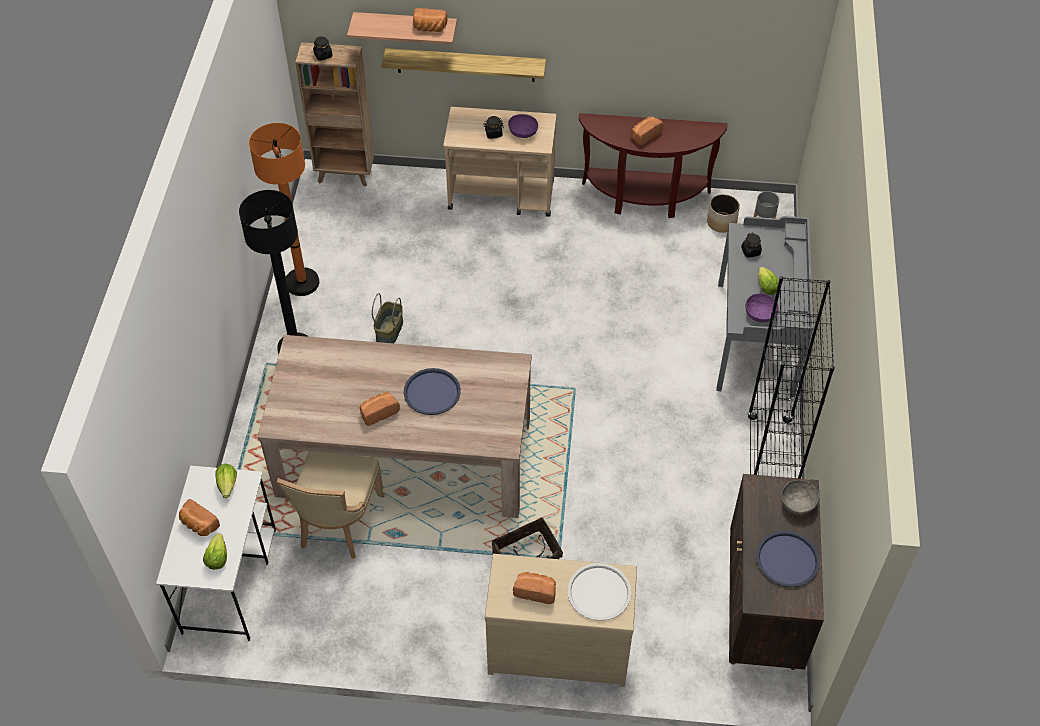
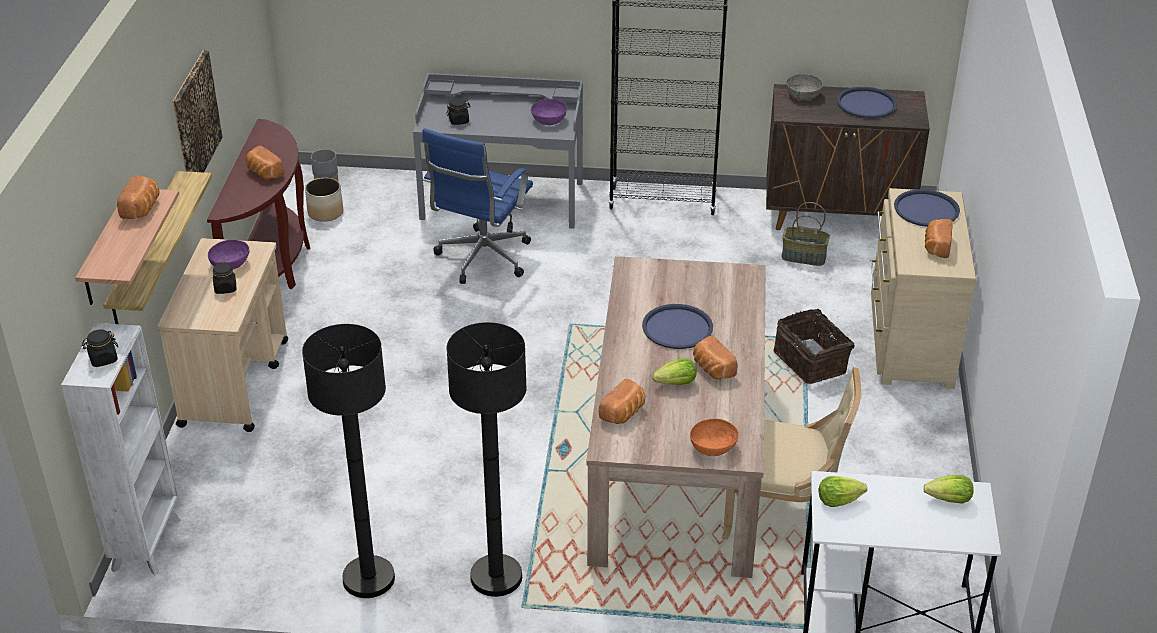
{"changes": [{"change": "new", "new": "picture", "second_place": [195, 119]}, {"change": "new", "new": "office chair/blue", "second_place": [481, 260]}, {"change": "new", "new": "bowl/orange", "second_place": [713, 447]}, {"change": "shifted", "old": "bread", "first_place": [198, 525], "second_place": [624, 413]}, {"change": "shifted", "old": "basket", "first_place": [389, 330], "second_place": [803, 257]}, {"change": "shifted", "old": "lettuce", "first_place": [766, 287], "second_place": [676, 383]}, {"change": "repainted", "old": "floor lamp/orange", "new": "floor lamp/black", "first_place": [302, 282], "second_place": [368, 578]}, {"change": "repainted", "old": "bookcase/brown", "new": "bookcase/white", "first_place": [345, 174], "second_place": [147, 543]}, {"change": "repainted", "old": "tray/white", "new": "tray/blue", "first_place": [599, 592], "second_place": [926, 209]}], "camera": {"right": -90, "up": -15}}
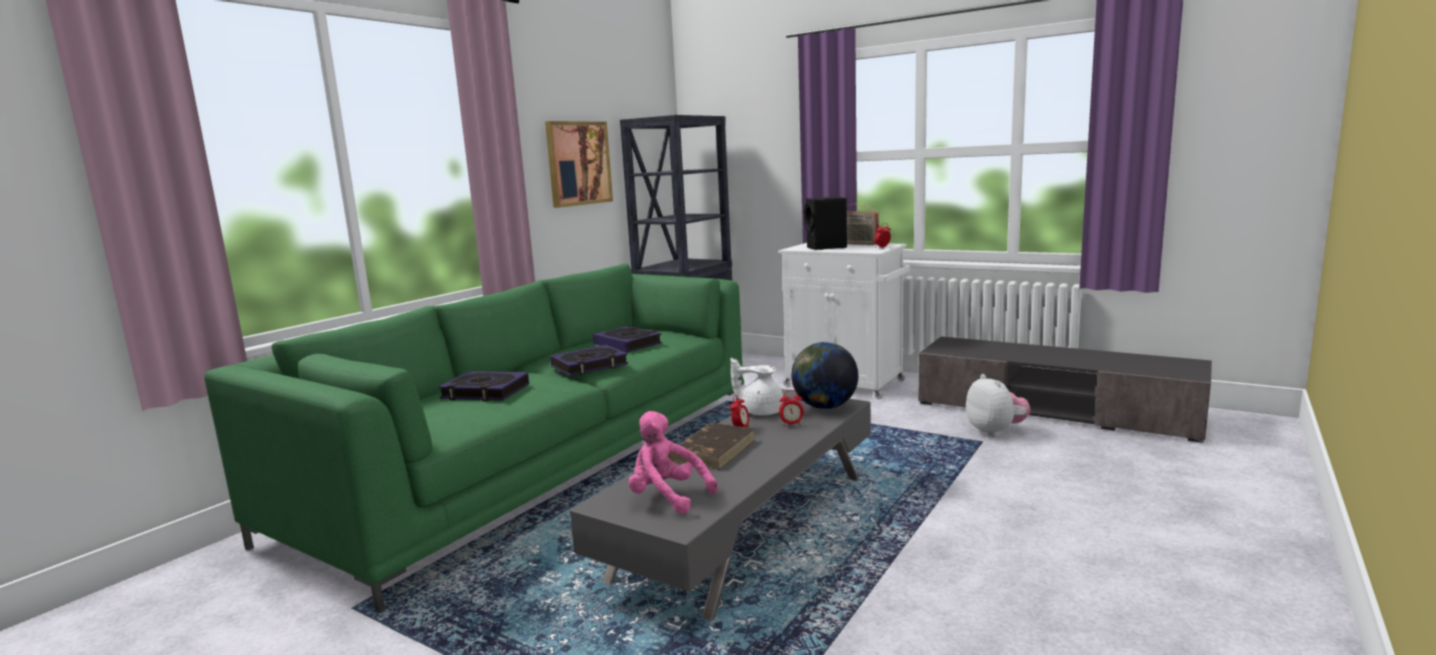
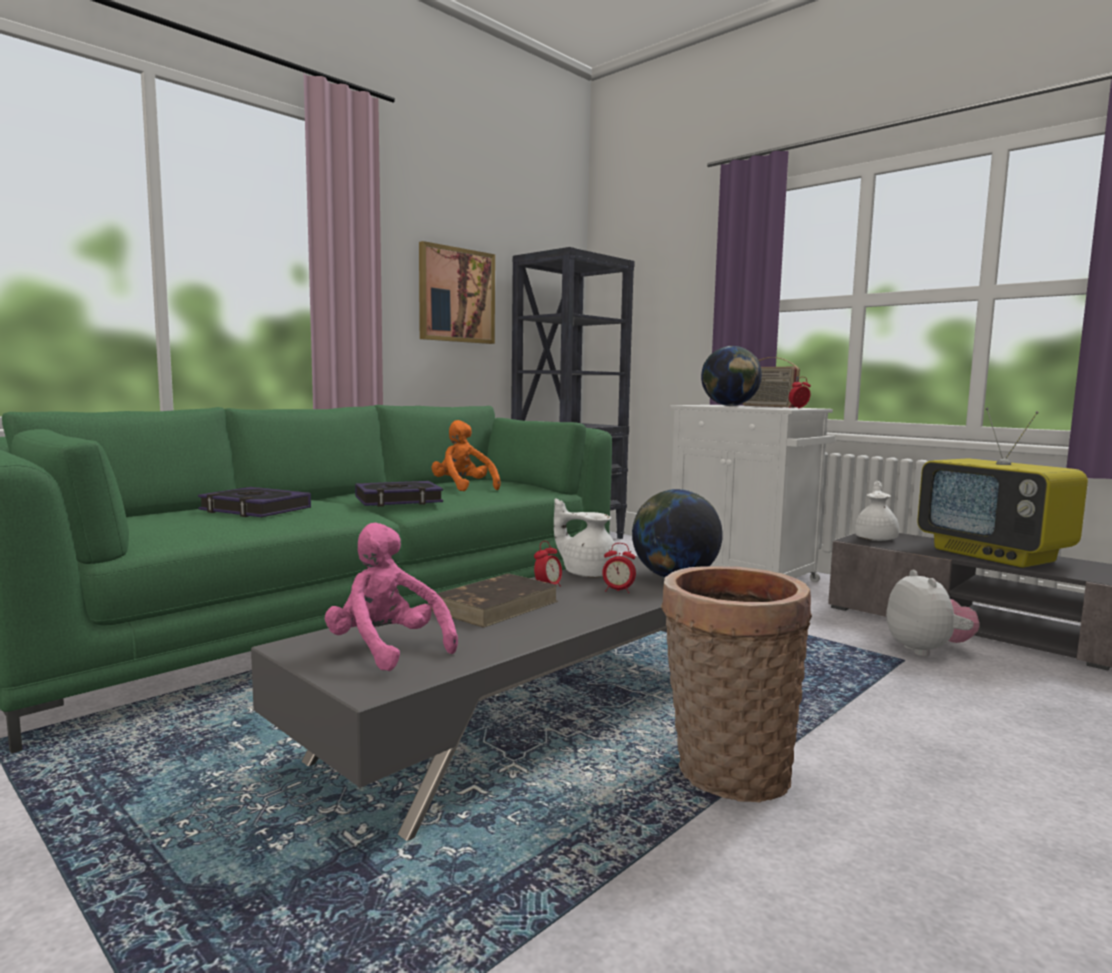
{"changes": [{"change": "new", "new": "basket", "second_place": [725, 772]}, {"change": "new", "new": "teapot/white", "second_place": [876, 539]}, {"change": "new", "new": "television", "second_place": [995, 555]}, {"change": "swapped", "old": "book", "new": "plush toy/orange", "first_place": [627, 344], "second_place": [463, 488]}, {"change": "swapped", "old": "speaker/black", "new": "globe", "first_place": [826, 247], "second_place": [729, 406]}], "camera": {"right": 10, "up": -5}}
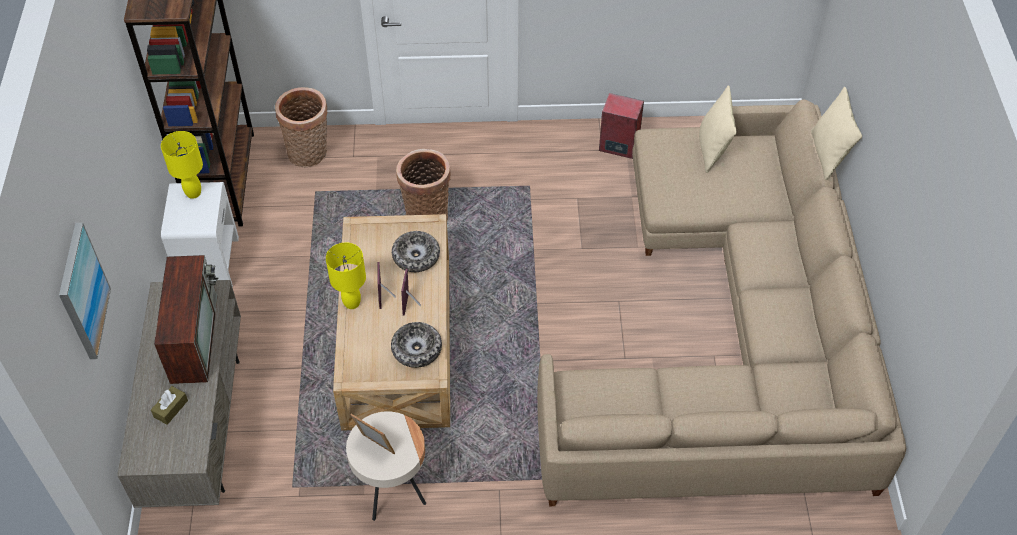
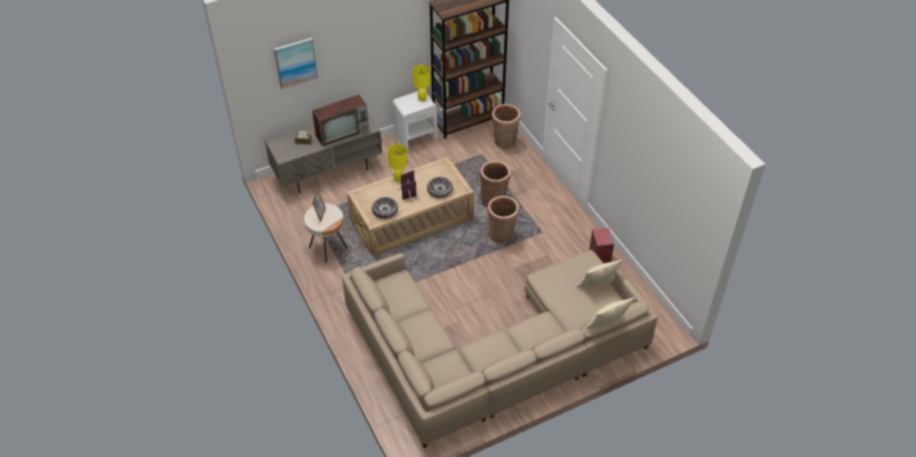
{"changes": [{"change": "new", "new": "basket", "second_place": [502, 236]}], "camera": {"right": 65, "up": -5}}
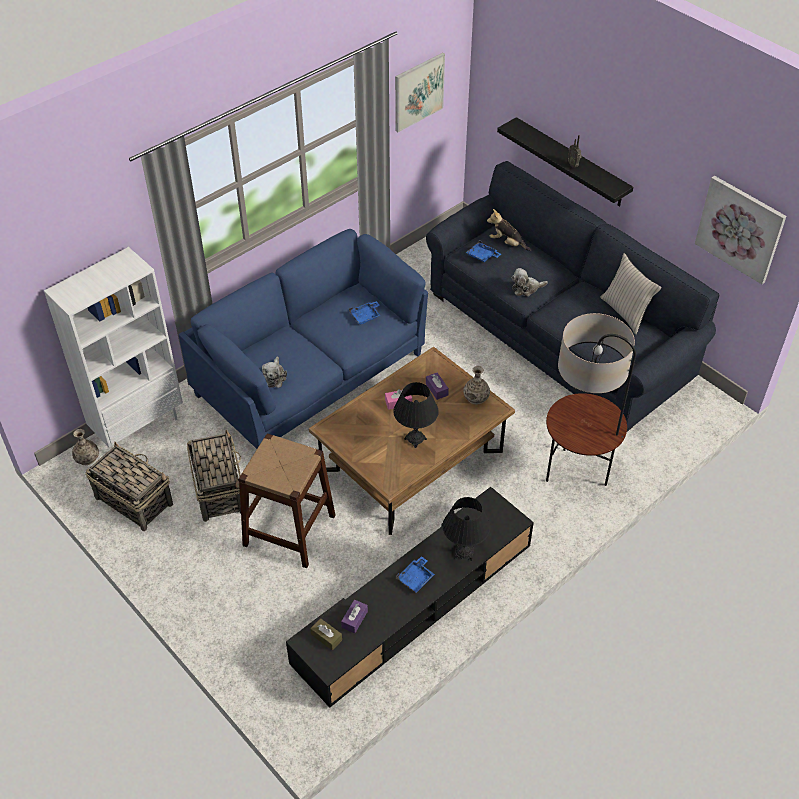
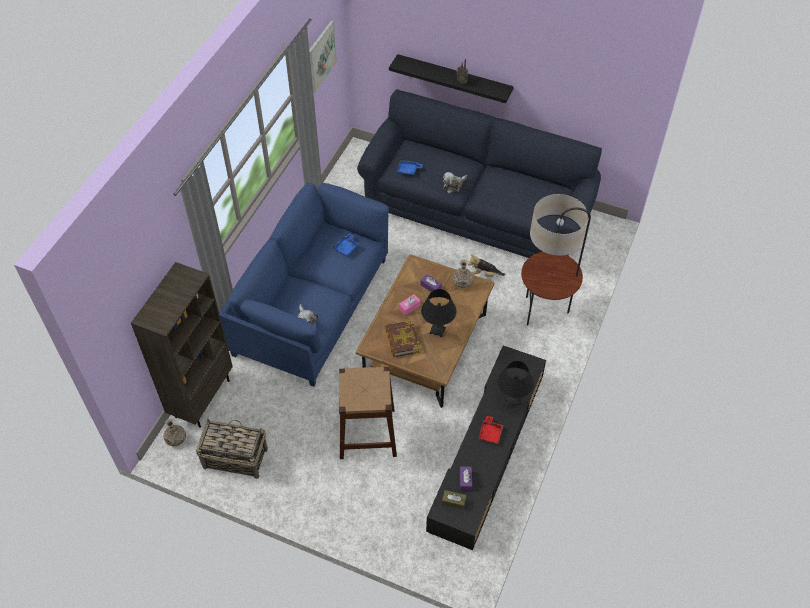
{"changes": [{"change": "gone", "old": "basket", "first_place": [219, 489]}, {"change": "gone", "old": "pillow/beige", "first_place": [625, 312]}, {"change": "gone", "old": "picture", "first_place": [740, 229]}, {"change": "new", "new": "book", "second_place": [402, 340]}, {"change": "shifted", "old": "plush toy", "first_place": [507, 243], "second_place": [484, 274]}, {"change": "repainted", "old": "bookcase/white", "new": "bookcase/brown", "first_place": [138, 426], "second_place": [202, 398]}, {"change": "repainted", "old": "tray/blue", "new": "tray/red", "first_place": [416, 578], "second_place": [490, 433]}], "camera": {"right": -25, "up": 5}}
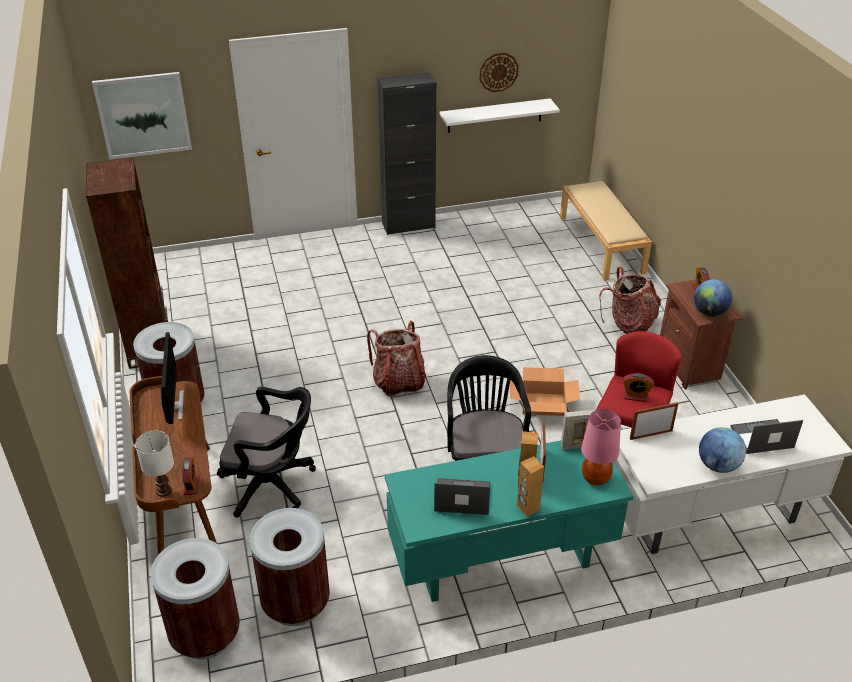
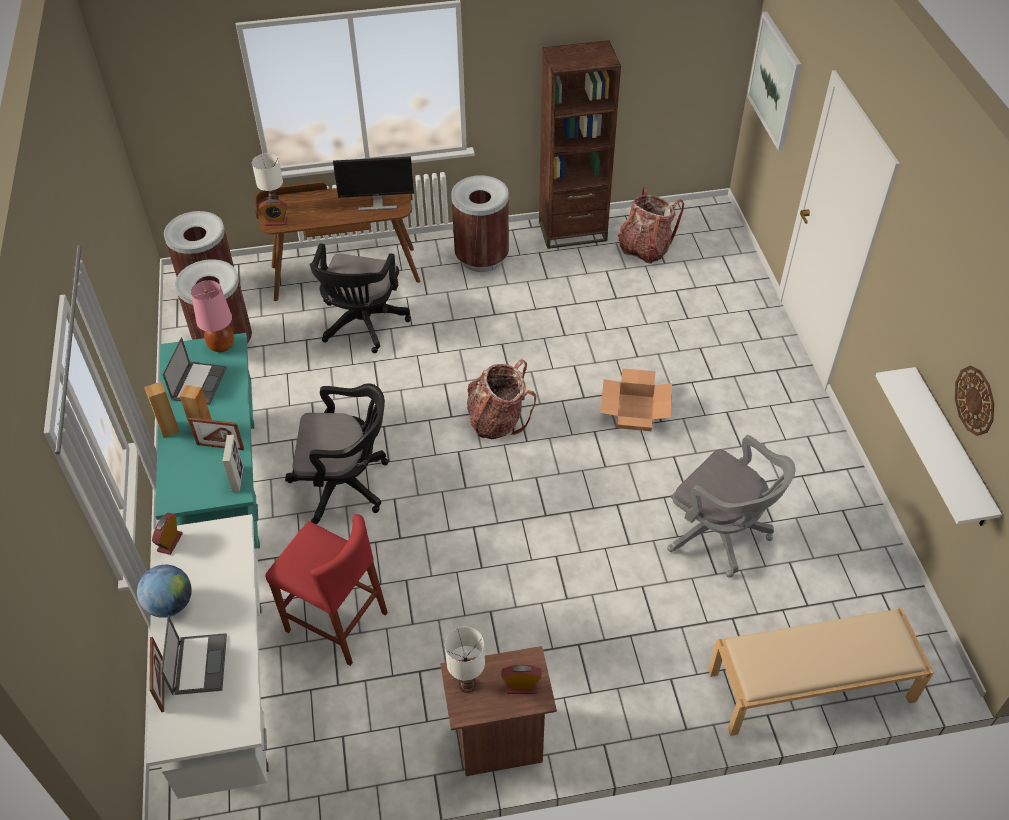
{"changes": [{"change": "gone", "old": "cabinet/black", "first_place": [408, 225]}, {"change": "new", "new": "office chair/grey", "second_place": [720, 535]}, {"change": "shifted", "old": "cardboard box", "first_place": [543, 404], "second_place": [634, 412]}, {"change": "shifted", "old": "table lamp/pink", "first_place": [596, 478], "second_place": [221, 346]}, {"change": "shifted", "old": "backpack", "first_place": [629, 324], "second_place": [645, 248]}, {"change": "shifted", "old": "alarm clock", "first_place": [635, 396], "second_place": [170, 542]}, {"change": "shifted", "old": "picture frame", "first_place": [651, 434], "second_place": [162, 685]}, {"change": "swapped", "old": "globe", "new": "table lamp/white", "first_place": [709, 312], "second_place": [467, 685]}], "camera": {"right": 95, "up": 10}}
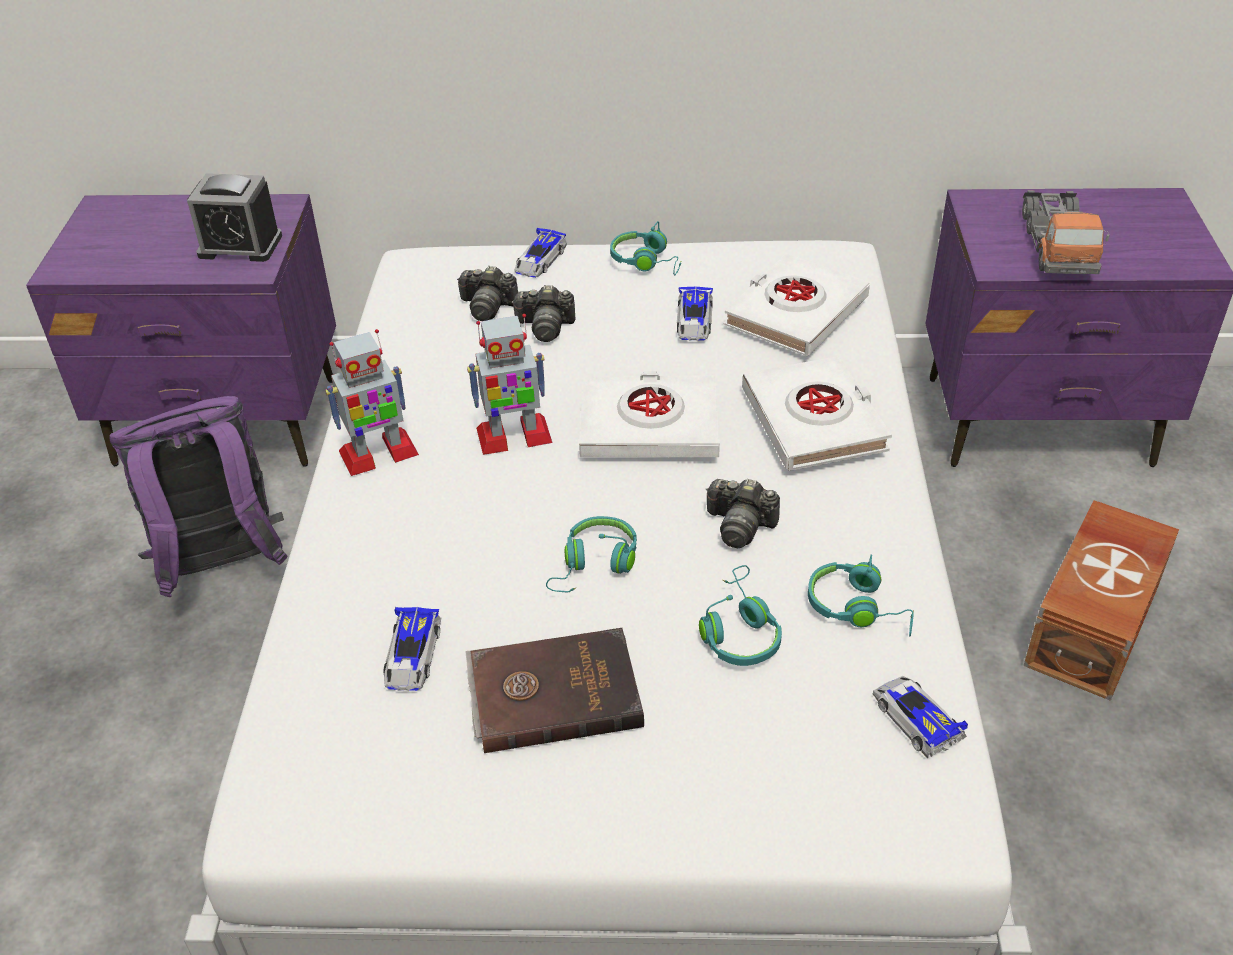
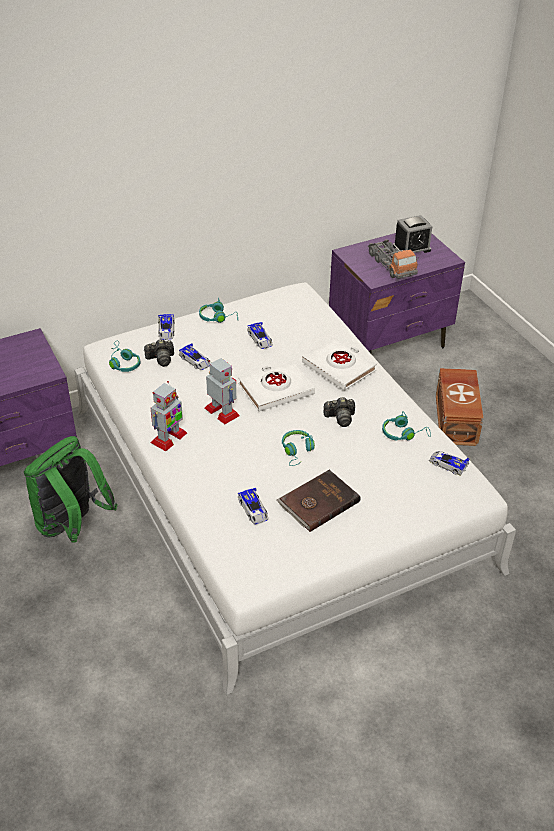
{"changes": [{"change": "gone", "old": "book/white", "first_place": [795, 313]}, {"change": "shifted", "old": "alarm clock", "first_place": [240, 246], "second_place": [411, 248]}, {"change": "shifted", "old": "headphones/turquoise", "first_place": [738, 630], "second_place": [123, 363]}, {"change": "swapped", "old": "photo camera", "new": "toy car", "first_place": [545, 327], "second_place": [195, 360]}, {"change": "repainted", "old": "backpack/purple", "new": "backpack/green", "first_place": [222, 568], "second_place": [72, 526]}, {"change": "rotated", "old": "toy robot", "first_place": [513, 436], "second_place": [222, 412], "degrees": -90}], "camera": {"right": -30, "up": 0}}
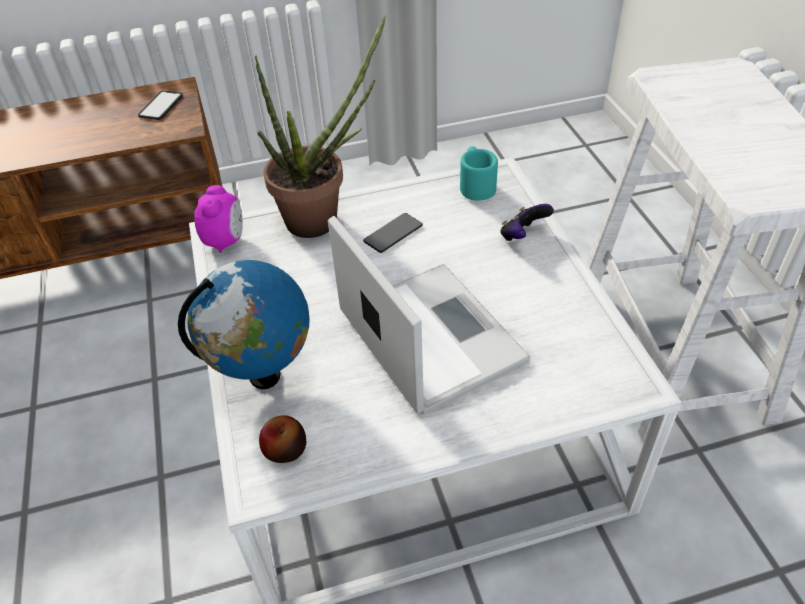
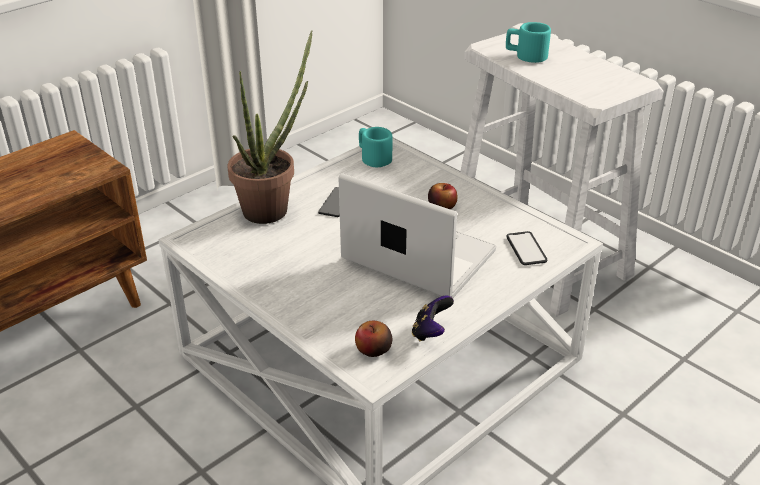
{"changes": [{"change": "gone", "old": "globe", "first_place": [264, 375]}, {"change": "gone", "old": "alarm clock", "first_place": [225, 241]}, {"change": "new", "new": "apple", "second_place": [442, 206]}, {"change": "new", "new": "mug/turquoise", "second_place": [526, 56]}, {"change": "shifted", "old": "phone", "first_place": [161, 106], "second_place": [526, 249]}, {"change": "shifted", "old": "game controller", "first_place": [522, 236], "second_place": [431, 332]}], "camera": {"right": -30, "up": -10}}
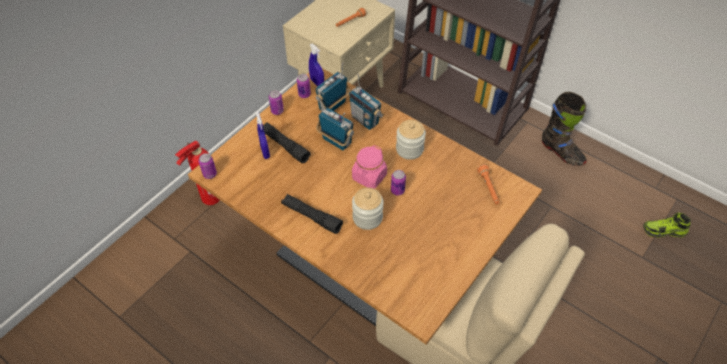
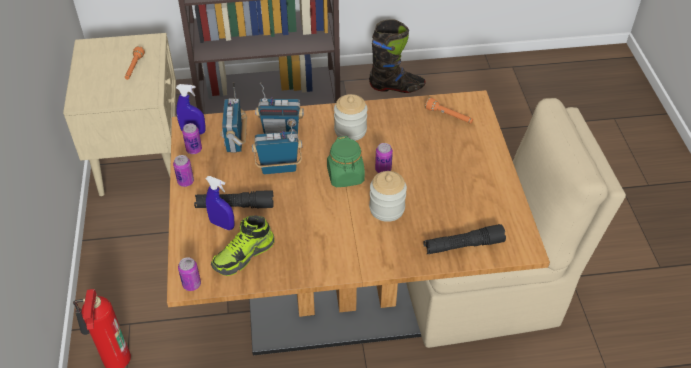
{"changes": [{"change": "shifted", "old": "flashlight/black", "first_place": [311, 217], "second_place": [463, 245]}, {"change": "shifted", "old": "shoe", "first_place": [663, 231], "second_place": [244, 255]}, {"change": "repainted", "old": "jar/pink", "new": "jar/green", "first_place": [369, 177], "second_place": [345, 176]}], "camera": {"right": -45, "up": -5}}
